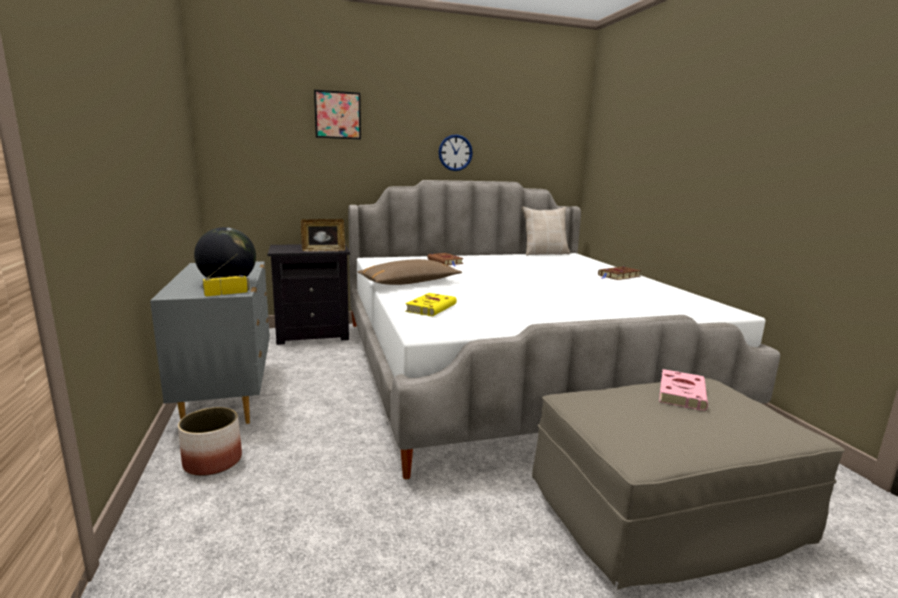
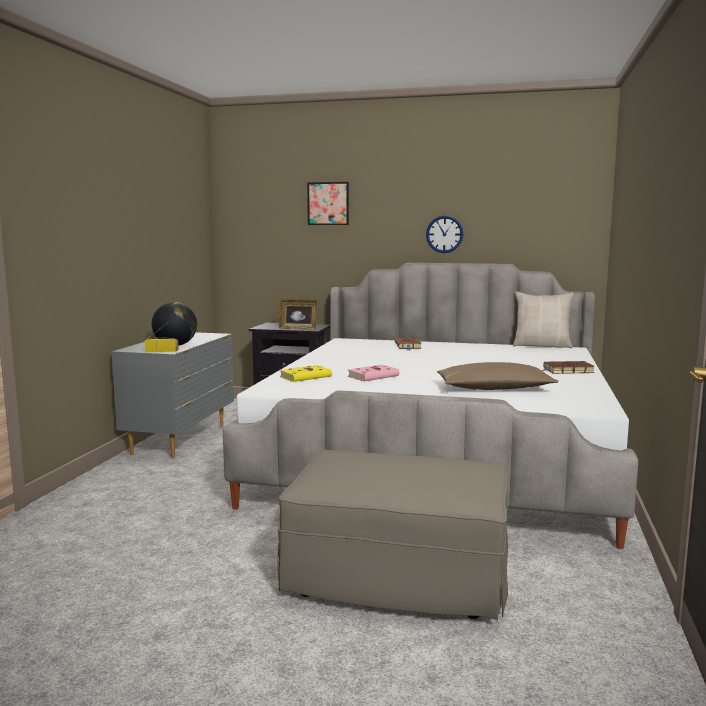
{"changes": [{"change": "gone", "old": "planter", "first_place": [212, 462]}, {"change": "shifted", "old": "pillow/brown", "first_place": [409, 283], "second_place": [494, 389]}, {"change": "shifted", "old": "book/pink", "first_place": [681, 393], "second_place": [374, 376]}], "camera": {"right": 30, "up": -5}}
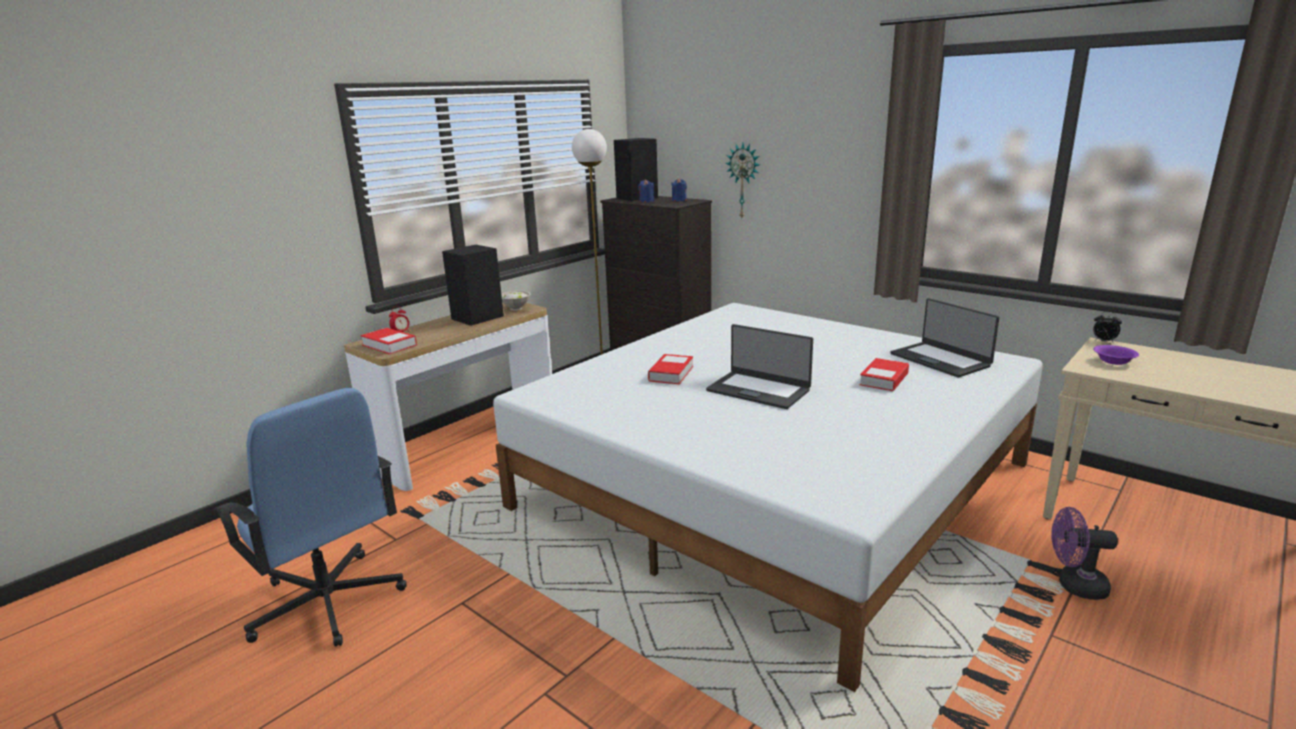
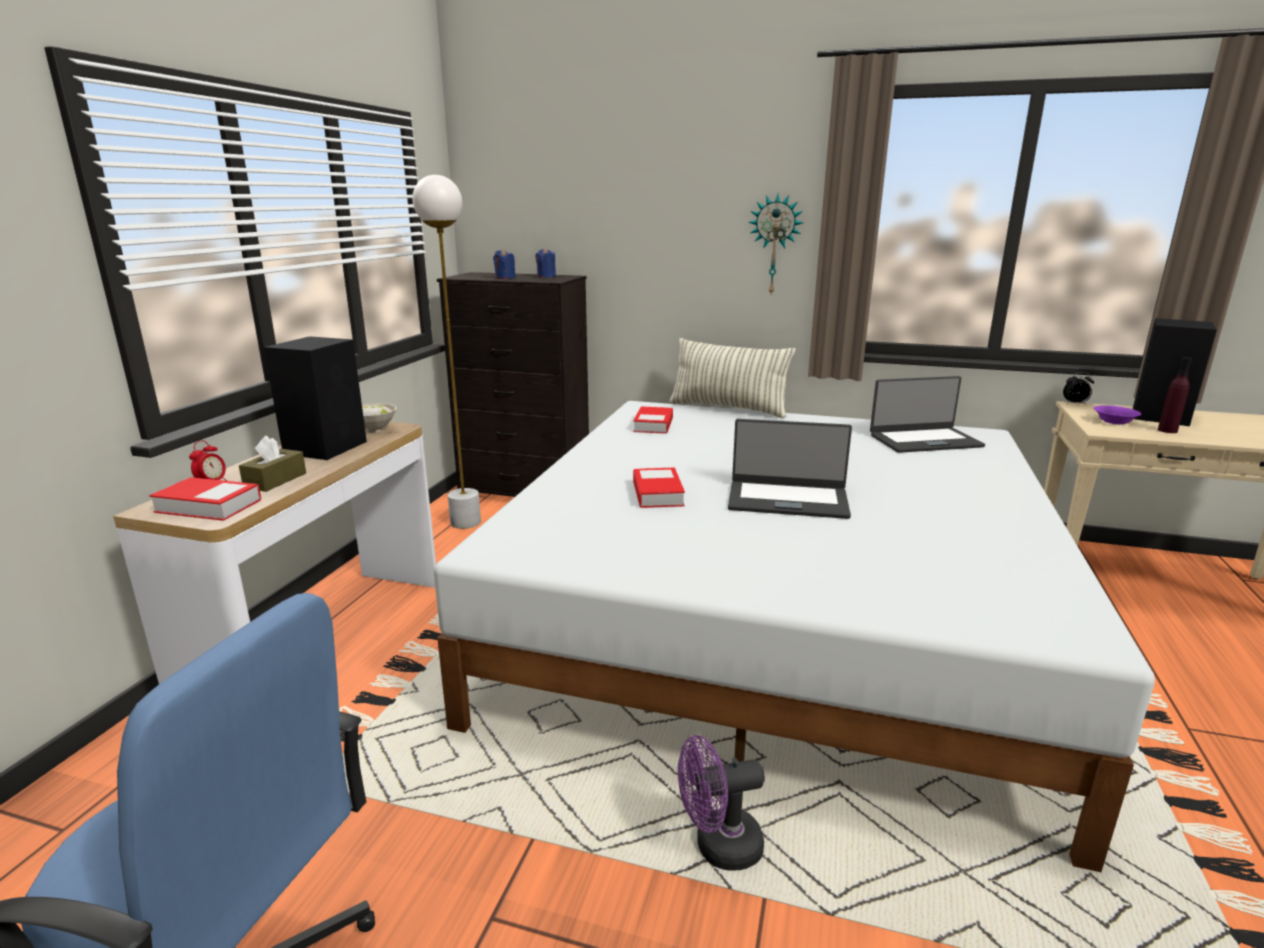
{"changes": [{"change": "new", "new": "tissue box/brown", "second_place": [275, 480]}, {"change": "new", "new": "pillow", "second_place": [728, 408]}, {"change": "new", "new": "bottle/purple", "second_place": [1167, 430]}, {"change": "shifted", "old": "speaker/black", "first_place": [638, 198], "second_place": [1160, 416]}, {"change": "shifted", "old": "wall clock", "first_place": [744, 181], "second_place": [774, 245]}, {"change": "shifted", "old": "book", "first_place": [884, 379], "second_place": [653, 425]}, {"change": "shifted", "old": "fan/purple", "first_place": [1074, 586], "second_place": [718, 847]}, {"change": "rotated", "old": "laptop", "first_place": [940, 360], "second_place": [924, 440], "degrees": -45}], "camera": {"right": -25, "up": 0}}
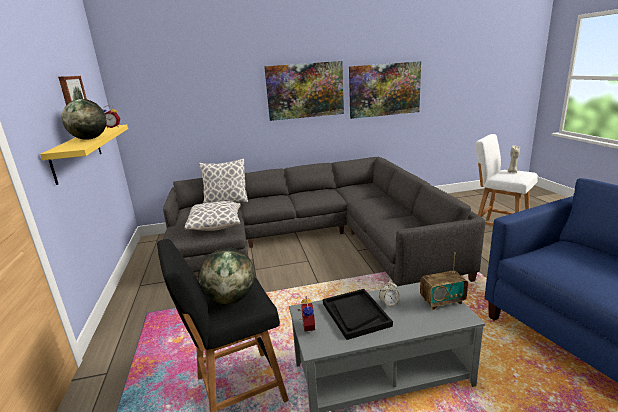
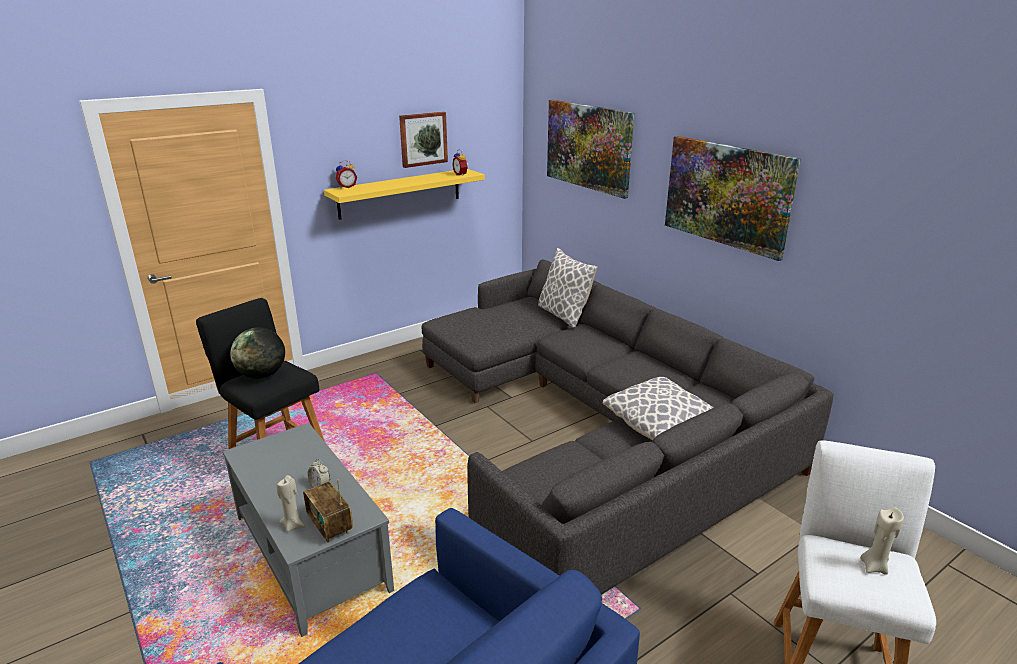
{"changes": [{"change": "gone", "old": "globe", "first_place": [89, 139]}, {"change": "gone", "old": "tray/black", "first_place": [355, 314]}, {"change": "new", "new": "candle/beige", "second_place": [293, 525]}, {"change": "shifted", "old": "pillow", "first_place": [216, 226], "second_place": [661, 425]}, {"change": "shifted", "old": "alarm clock", "first_place": [307, 328], "second_place": [346, 187]}, {"change": "shifted", "old": "picture", "first_place": [384, 90], "second_place": [588, 146]}], "camera": {"right": 65, "up": 5}}
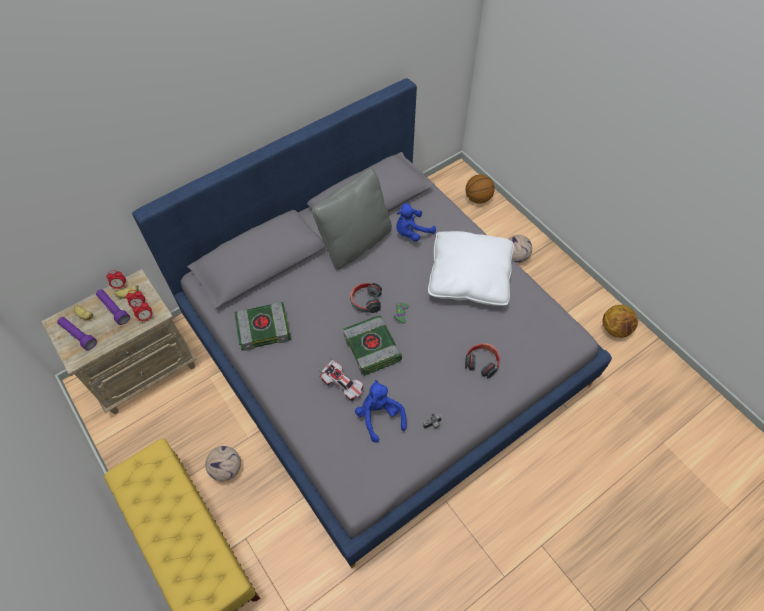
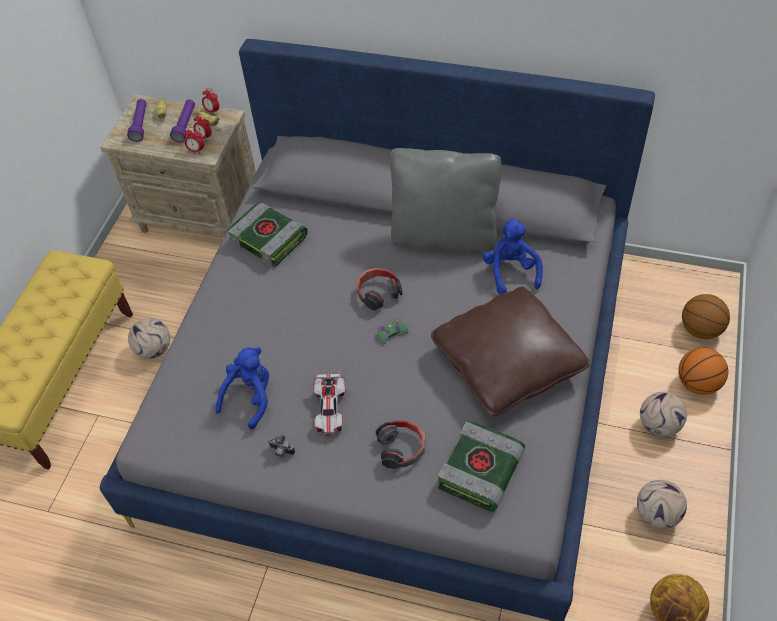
{"changes": [{"change": "new", "new": "football", "second_place": [657, 514]}, {"change": "new", "new": "basketball", "second_place": [697, 383]}, {"change": "shifted", "old": "toy car", "first_place": [342, 384], "second_place": [330, 410]}, {"change": "shifted", "old": "book", "first_place": [373, 349], "second_place": [481, 472]}, {"change": "repainted", "old": "pillow/white", "new": "pillow/brown", "first_place": [469, 277], "second_place": [507, 362]}, {"change": "rotated", "old": "plush toy/blue", "first_place": [411, 232], "second_place": [511, 271], "degrees": 60}], "camera": {"right": 55, "up": -5}}
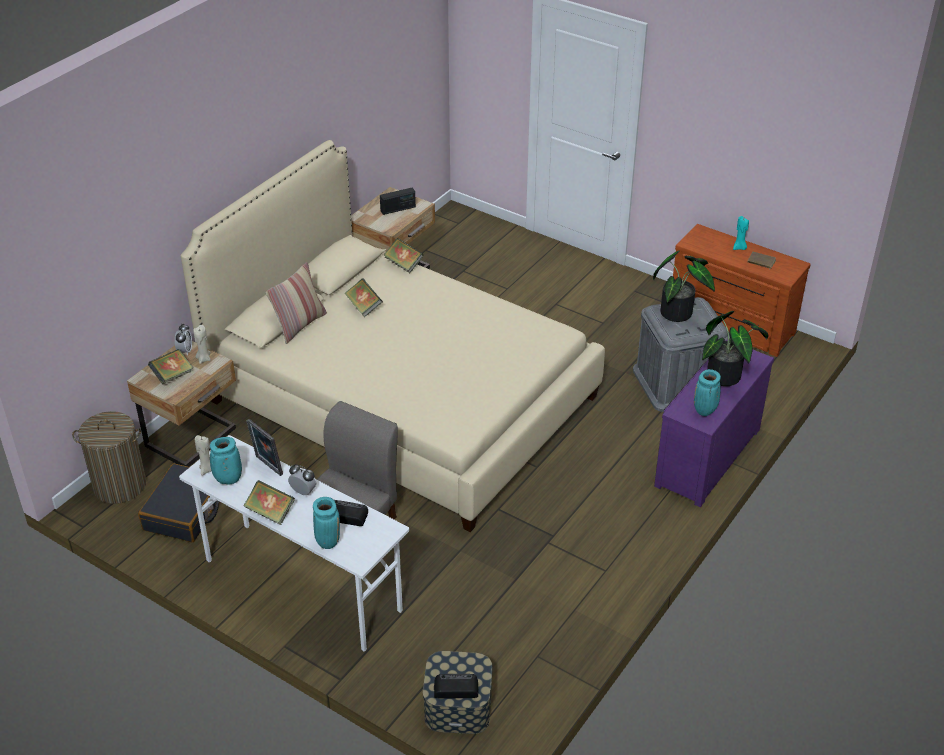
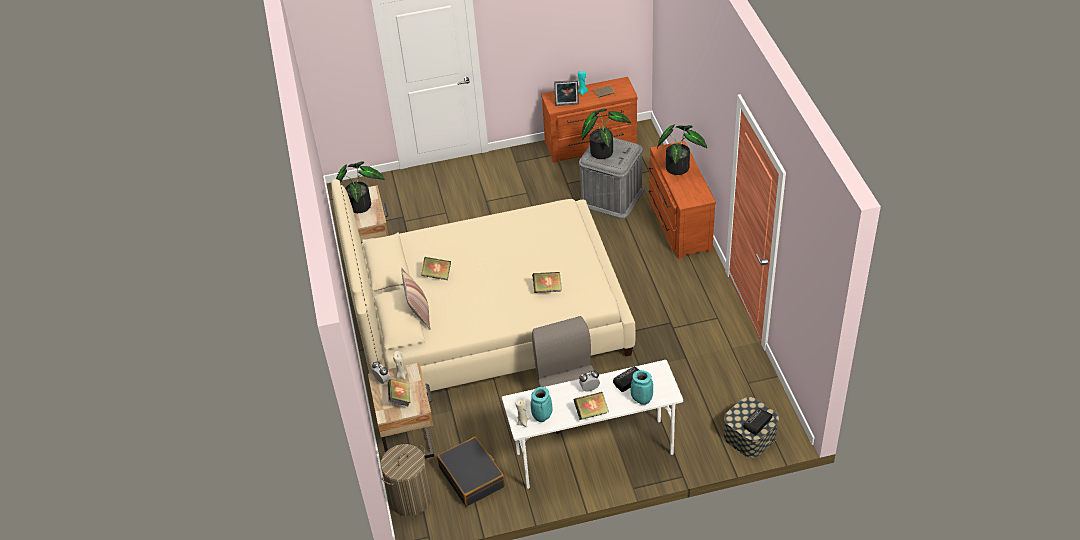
{"changes": [{"change": "gone", "old": "vase/turquoise", "first_place": [705, 411]}, {"change": "shifted", "old": "picture frame", "first_place": [267, 466], "second_place": [567, 105]}, {"change": "shifted", "old": "book", "first_place": [403, 264], "second_place": [547, 288]}, {"change": "swapped", "old": "radio", "new": "potted plant", "first_place": [398, 209], "second_place": [361, 204]}, {"change": "repainted", "old": "dresser/purple", "new": "dresser/brown", "first_place": [704, 456], "second_place": [678, 224]}], "camera": {"right": -45, "up": 5}}
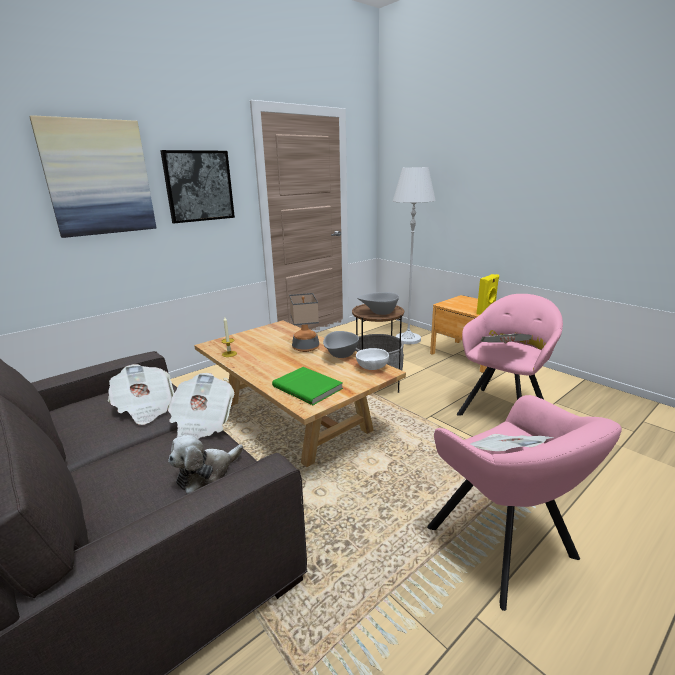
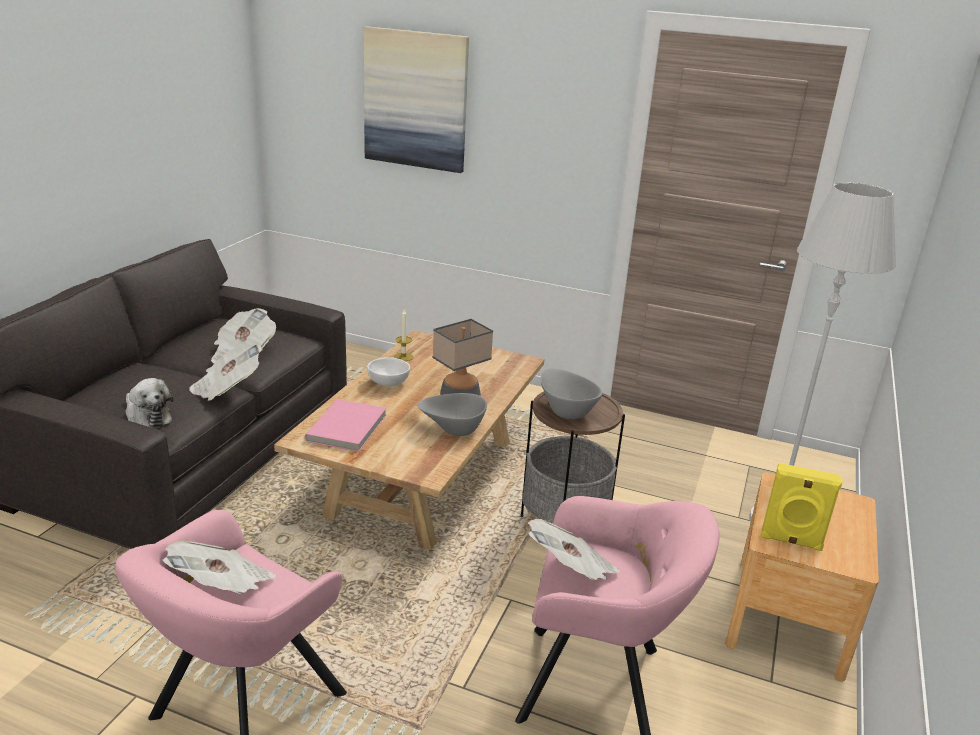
{"changes": [{"change": "gone", "old": "picture", "first_place": [199, 186]}, {"change": "shifted", "old": "bowl/white", "first_place": [371, 368], "second_place": [387, 383]}, {"change": "repainted", "old": "book/green", "new": "book/pink", "first_place": [308, 387], "second_place": [348, 428]}, {"change": "rotated", "old": "plush toy", "first_place": [207, 474], "second_place": [147, 417], "degrees": -150}], "camera": {"right": 60, "up": 5}}
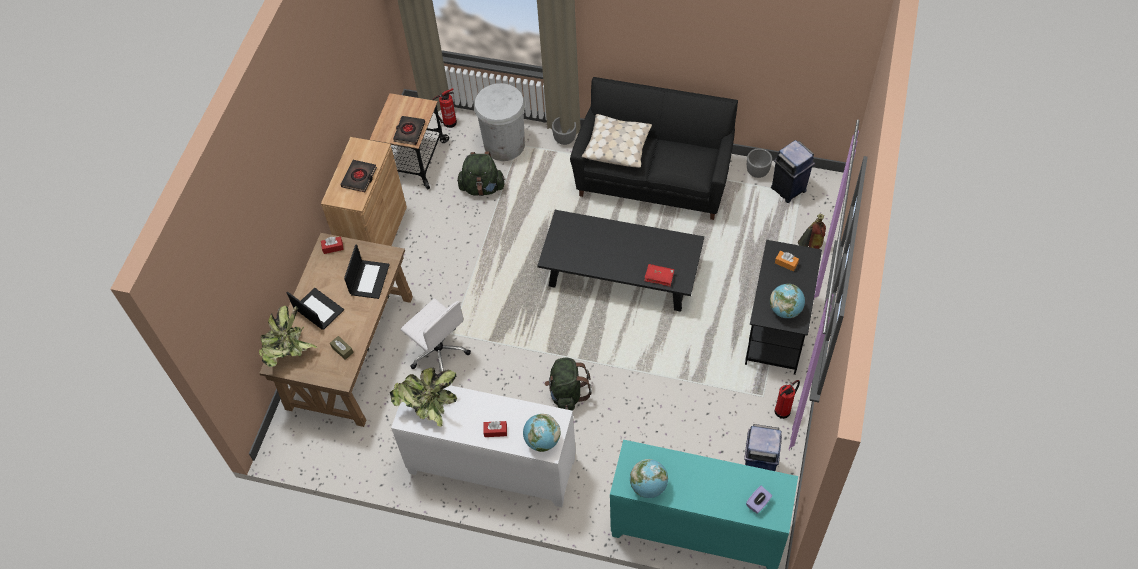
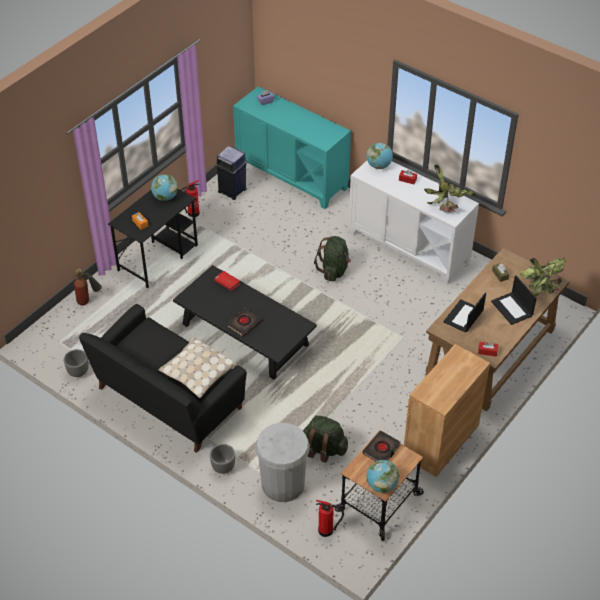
{"changes": [{"change": "gone", "old": "office chair/white", "first_place": [439, 352]}, {"change": "gone", "old": "trash can/blue", "first_place": [788, 190]}, {"change": "shifted", "old": "book/black", "first_place": [359, 178], "second_place": [244, 324]}, {"change": "shifted", "old": "globe", "first_place": [648, 486], "second_place": [382, 485]}], "camera": {"right": -160, "up": -10}}
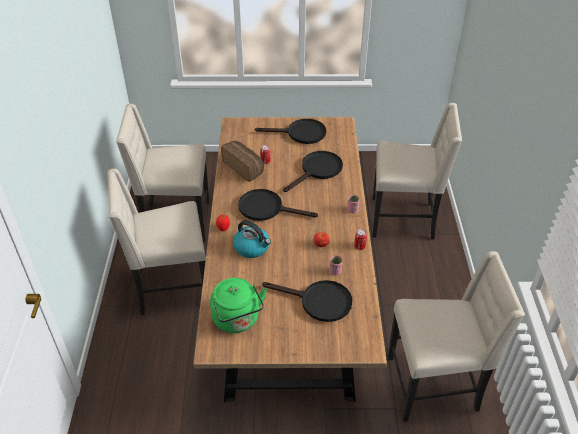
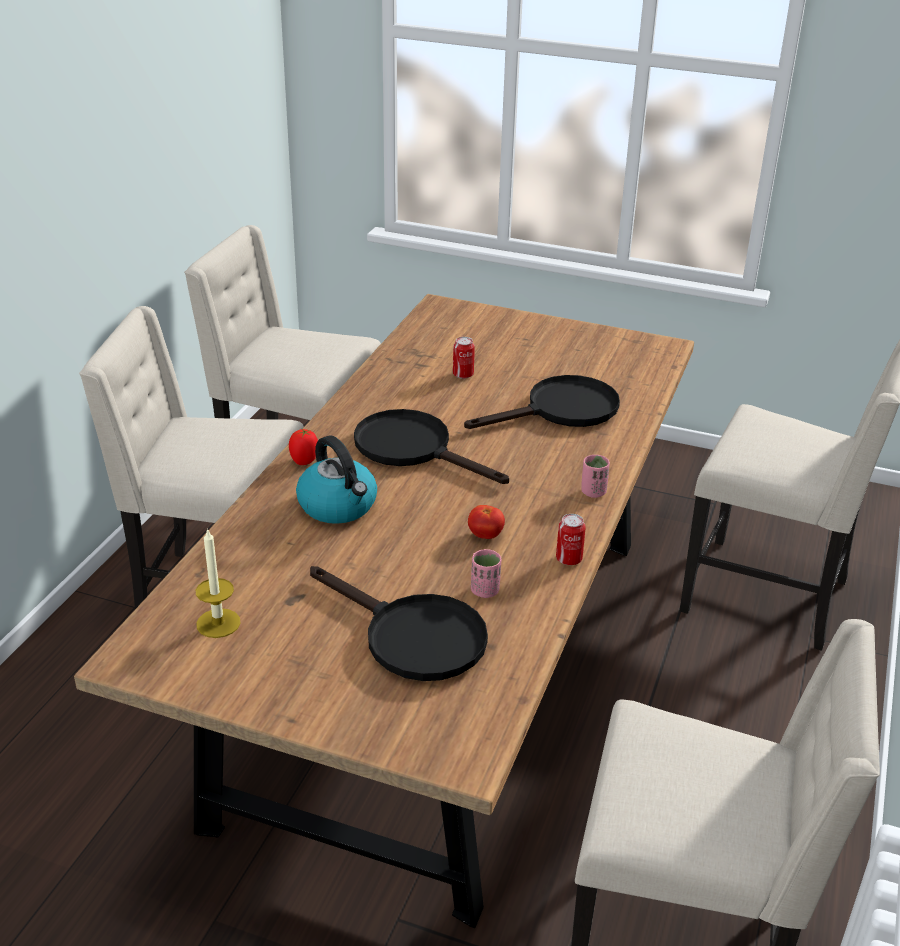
{"changes": [{"change": "gone", "old": "bread", "first_place": [244, 167]}, {"change": "gone", "old": "frying pan/black", "first_place": [300, 134]}, {"change": "swapped", "old": "kettle/green", "new": "candle", "first_place": [237, 320], "second_place": [218, 623]}], "camera": {"right": 20, "up": -10}}
